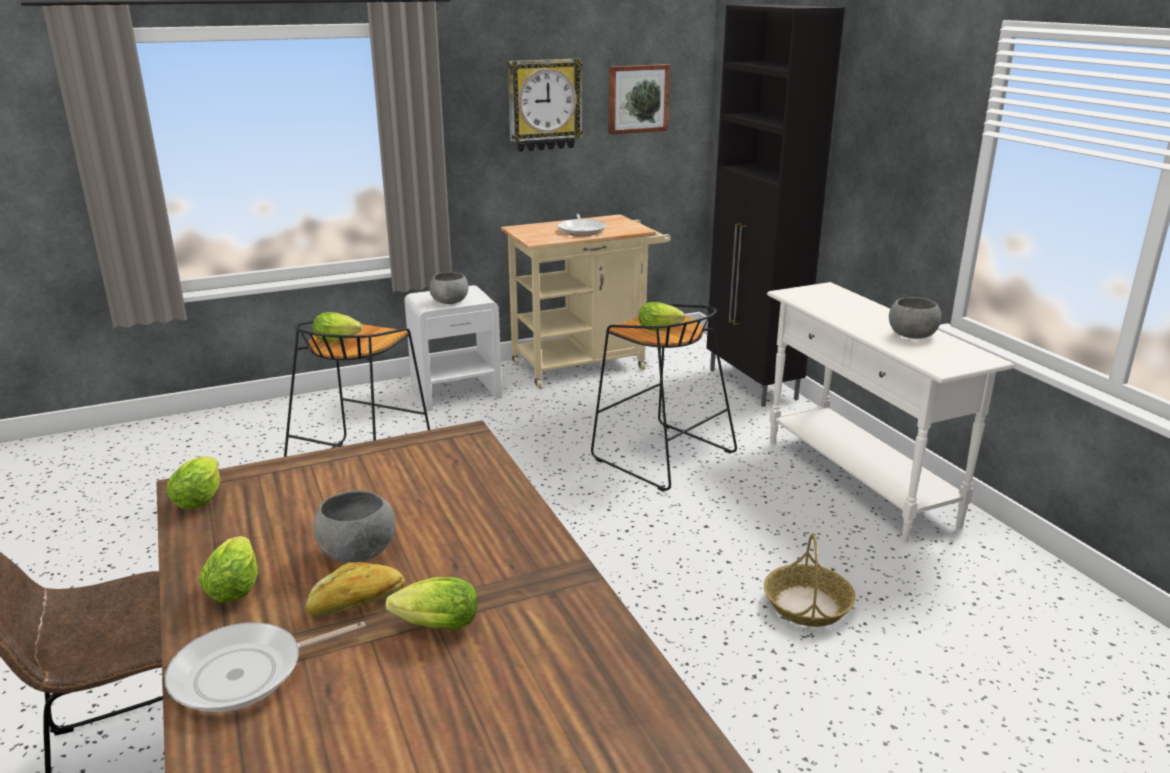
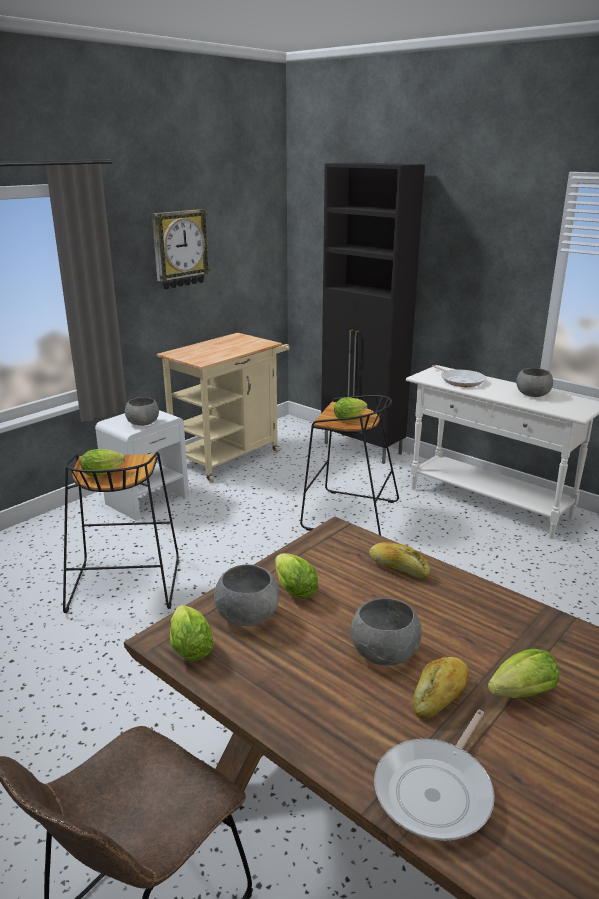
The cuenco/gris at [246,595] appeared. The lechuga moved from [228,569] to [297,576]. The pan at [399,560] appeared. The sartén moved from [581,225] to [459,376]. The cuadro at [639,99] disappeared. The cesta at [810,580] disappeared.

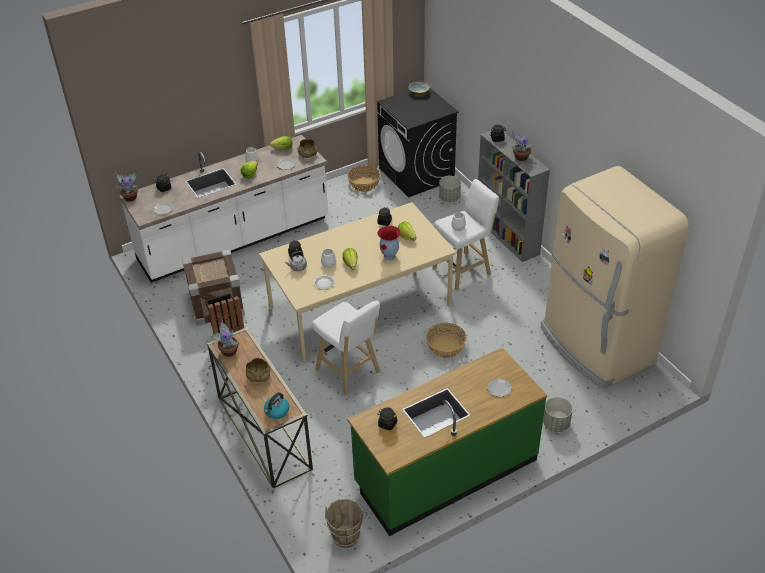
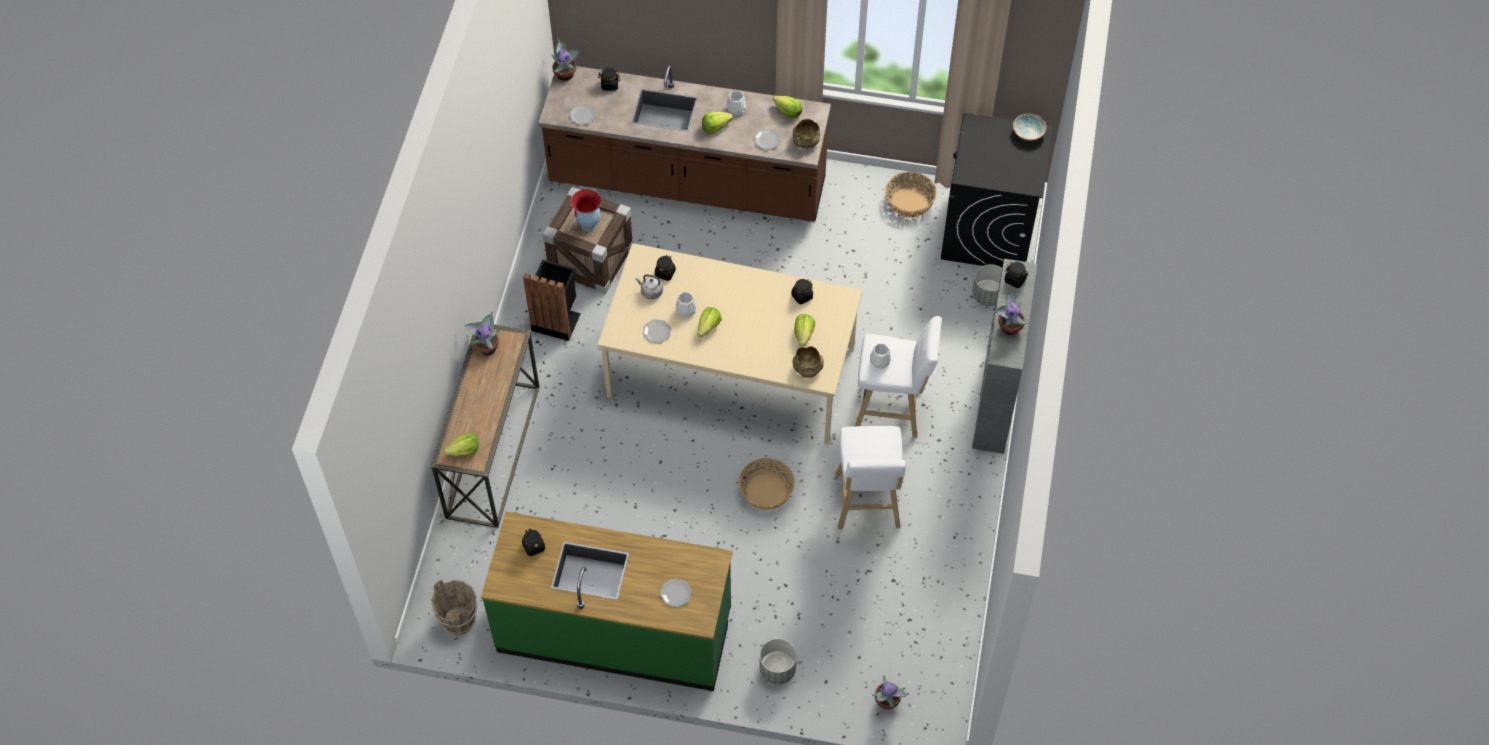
The hervidor at [276,405] was replaced by the lechuga at [461,444]. The mueble bajo de cocina/blanco at [223,209] became the mueble bajo de cocina/marrón at [684,143]. The florero moved from [389,243] to [586,210]. The cuenco/beis moved from [258,370] to [808,362]. The taburete/blanco moved from [346,348] to [870,477]. The planta en maceta at [890,692] appeared. The nevera/beis at [614,277] disappeared.

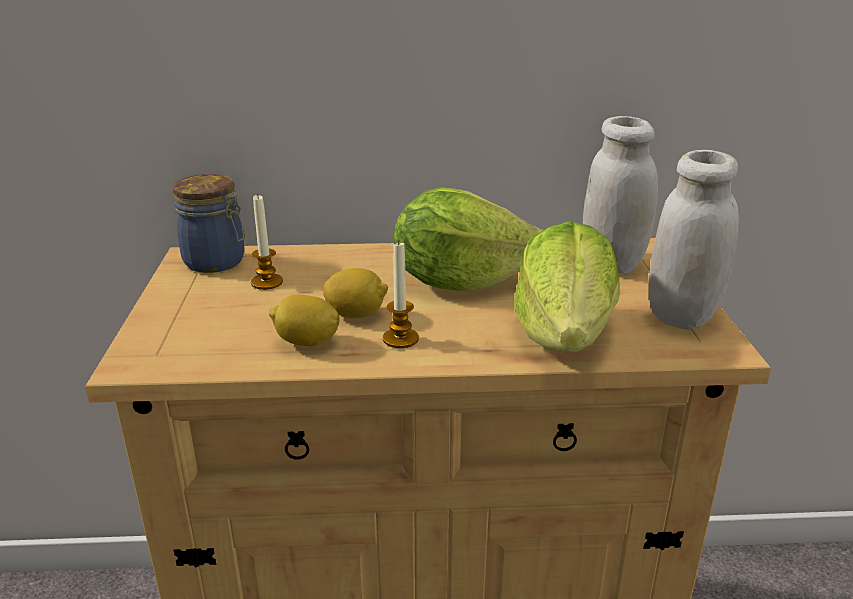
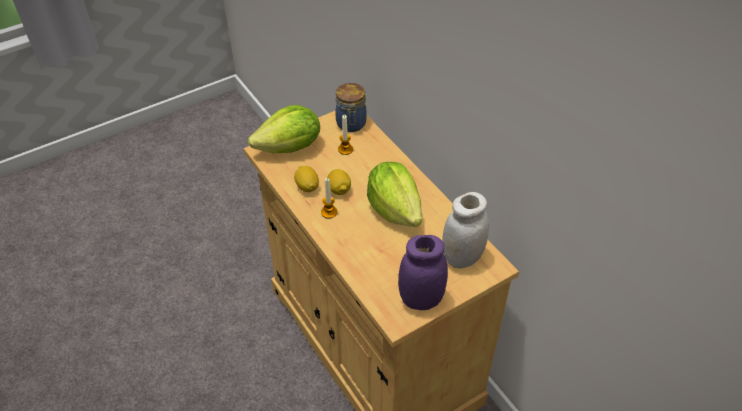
The lechuga moved from [567,286] to [284,129]. The tarro/blanco at [694,240] became the tarro/morado at [423,272].

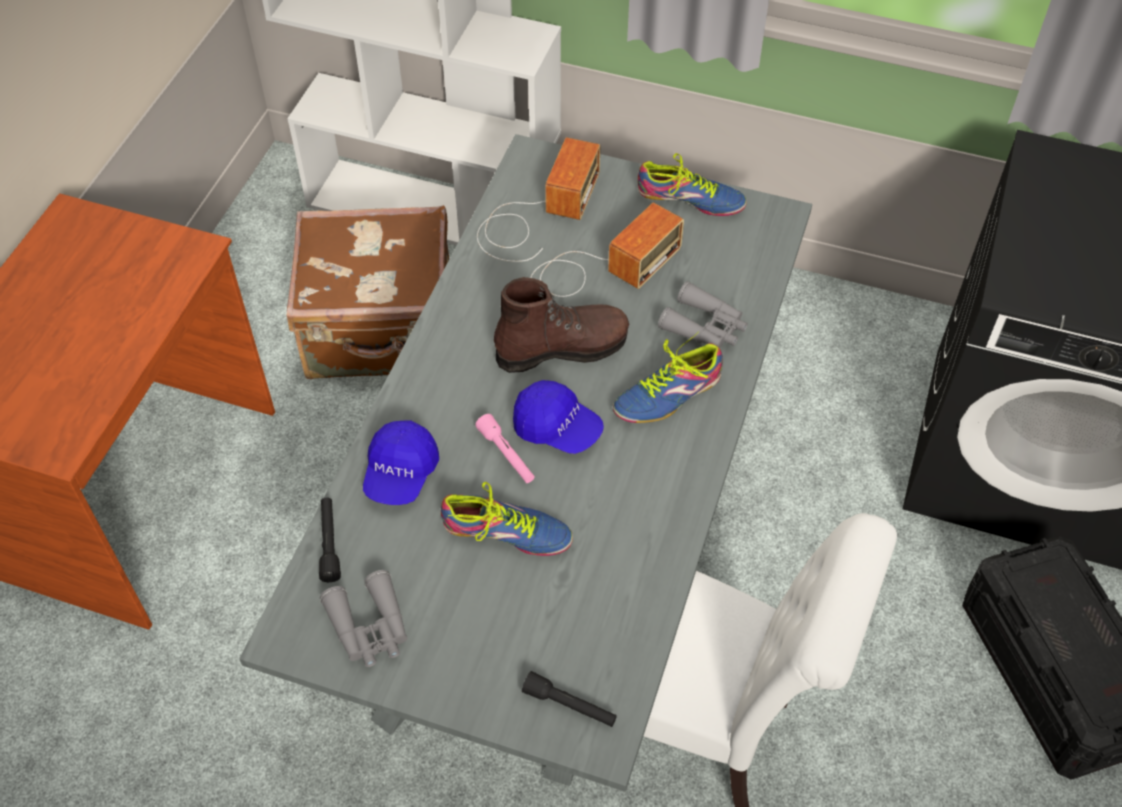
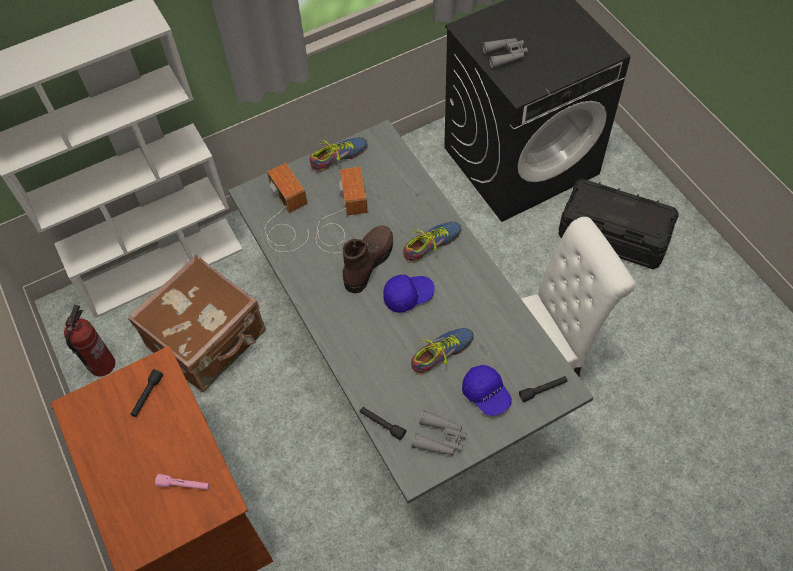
The extintor at [90,341] appeared. The linterna/negro at [147,393] appeared. The linterna/rosa moved from [505,448] to [182,482]. The zapato at [668,377] turned 135 degrees counterclockwise. The gorra/azul moved from [401,462] to [487,390]. The prismáticos/gris moved from [703,315] to [505,53].

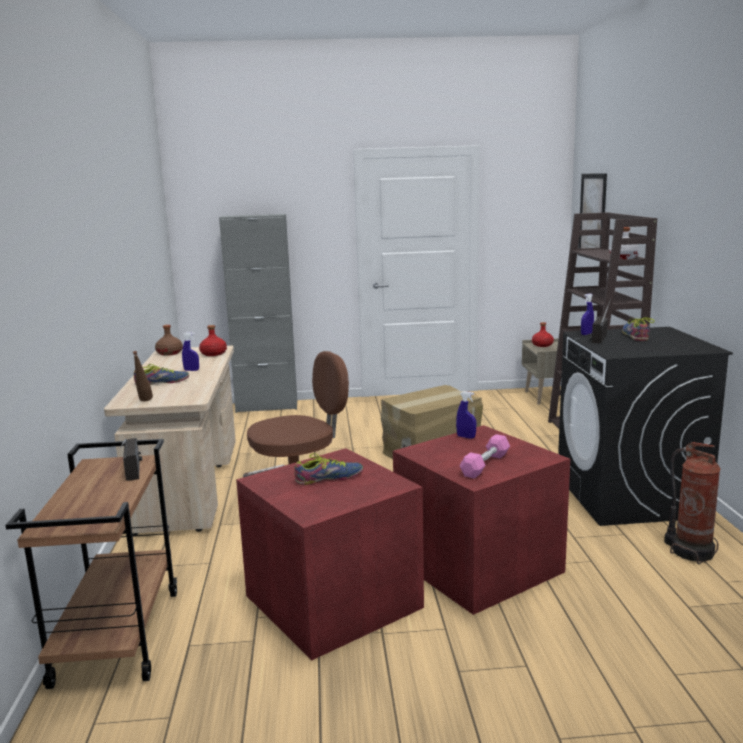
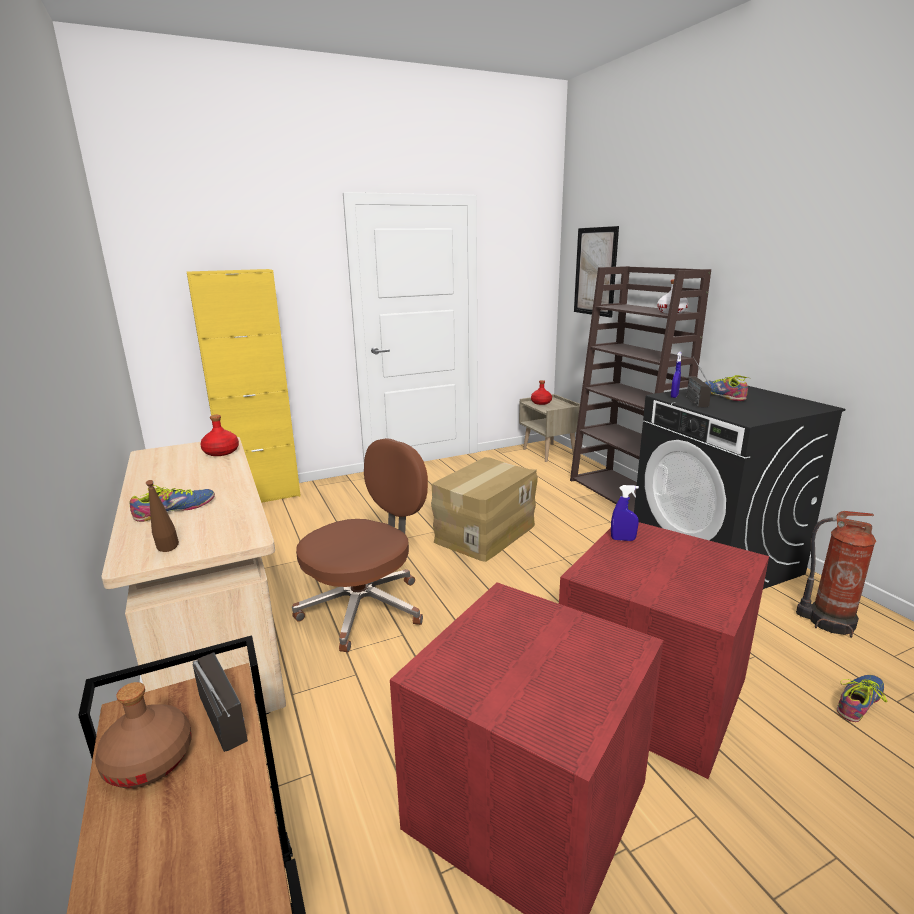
The botella/marrón moved from [169,340] to [143,735]. The armario/gris at [258,313] became the armario/amarillo at [244,386]. The zapato moved from [328,469] to [862,698]. The pulverizador/azul at [190,351] disappeared. The mancuerna/rosa at [485,456] disappeared.

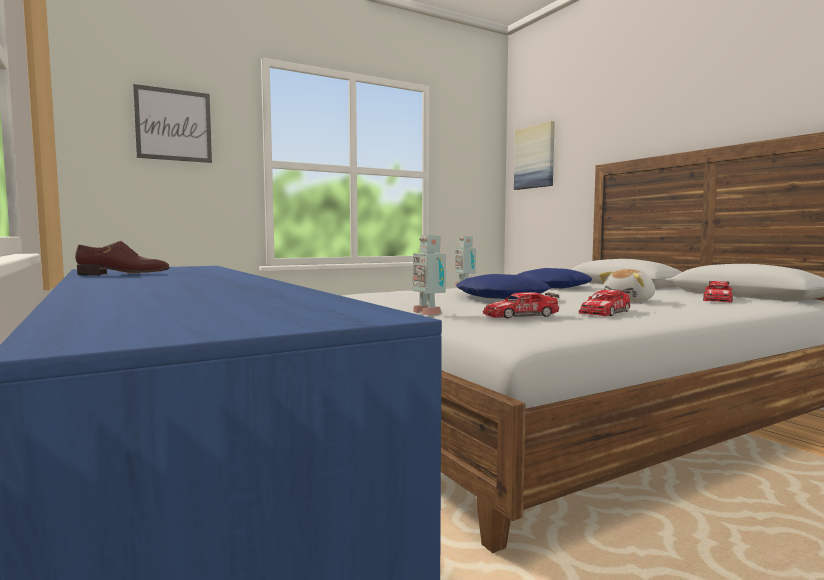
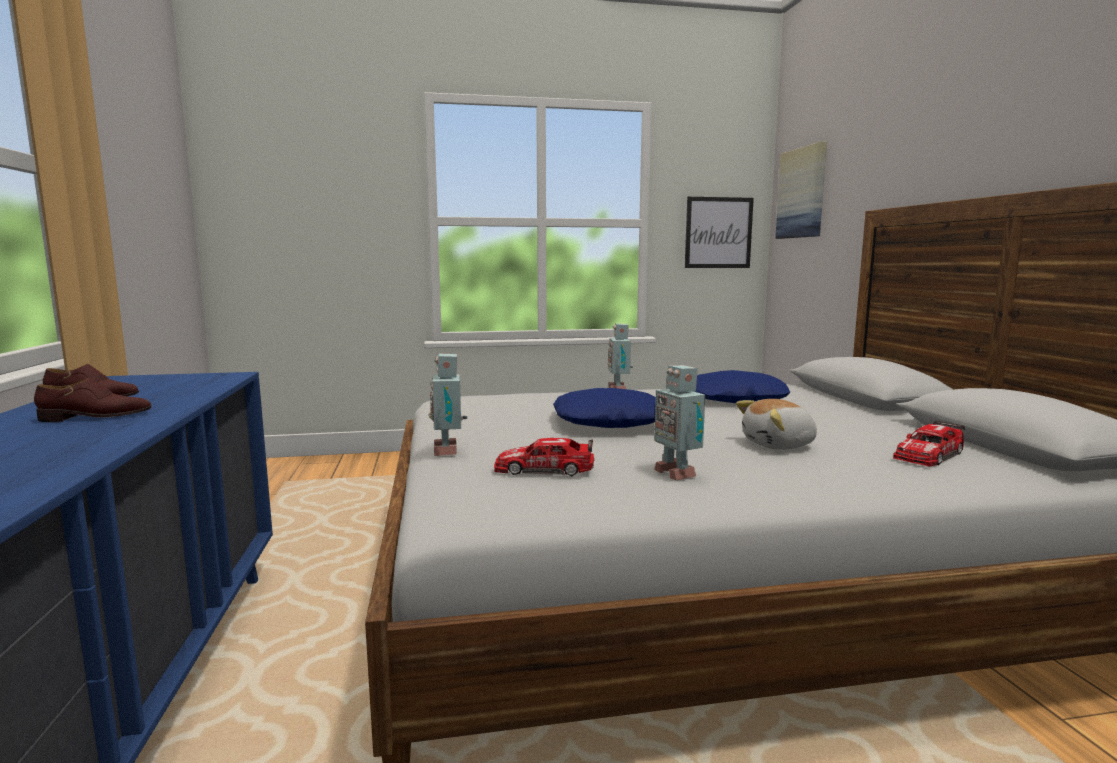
The zapato/marrón at [92,400] appeared. The coche de juguete at [604,302] was replaced by the robot de juguete at [679,423]. The cuadro moved from [172,123] to [719,232].

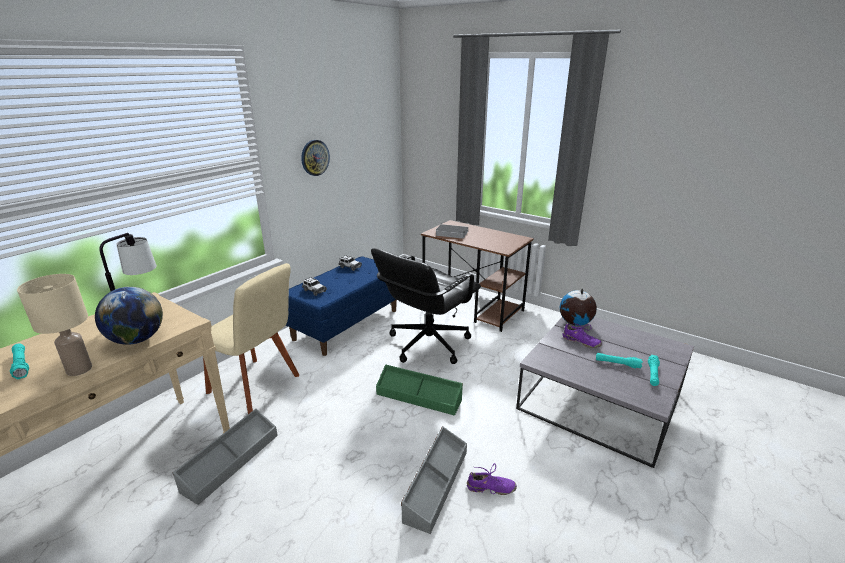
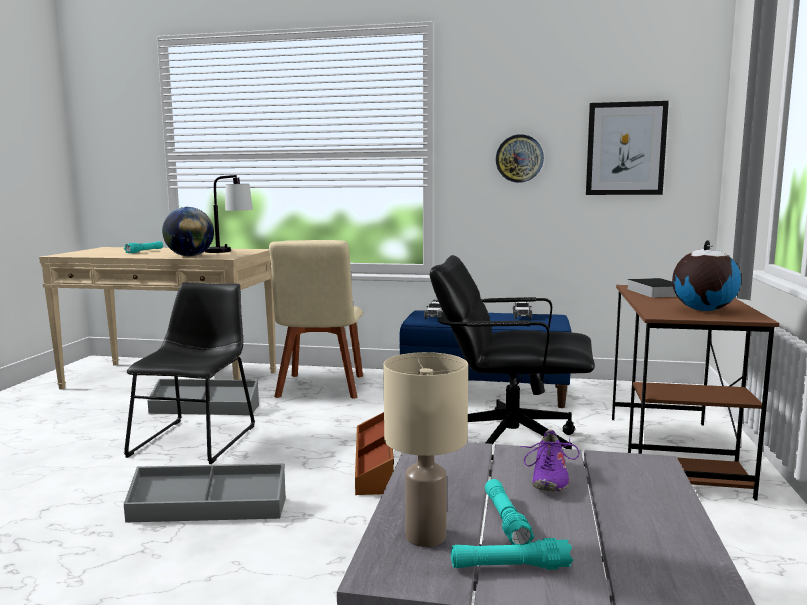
The silla/negro at [189,373] appeared. The caja de almacenaje/verde at [419,390] became the caja de almacenaje/marrón at [374,453]. The lámpara de mesa/beis moved from [54,325] to [425,449]. The cuadro at [627,148] appeared. The globo terráqueo moved from [578,307] to [706,275]. The zapato/morado at [492,479] disappeared.

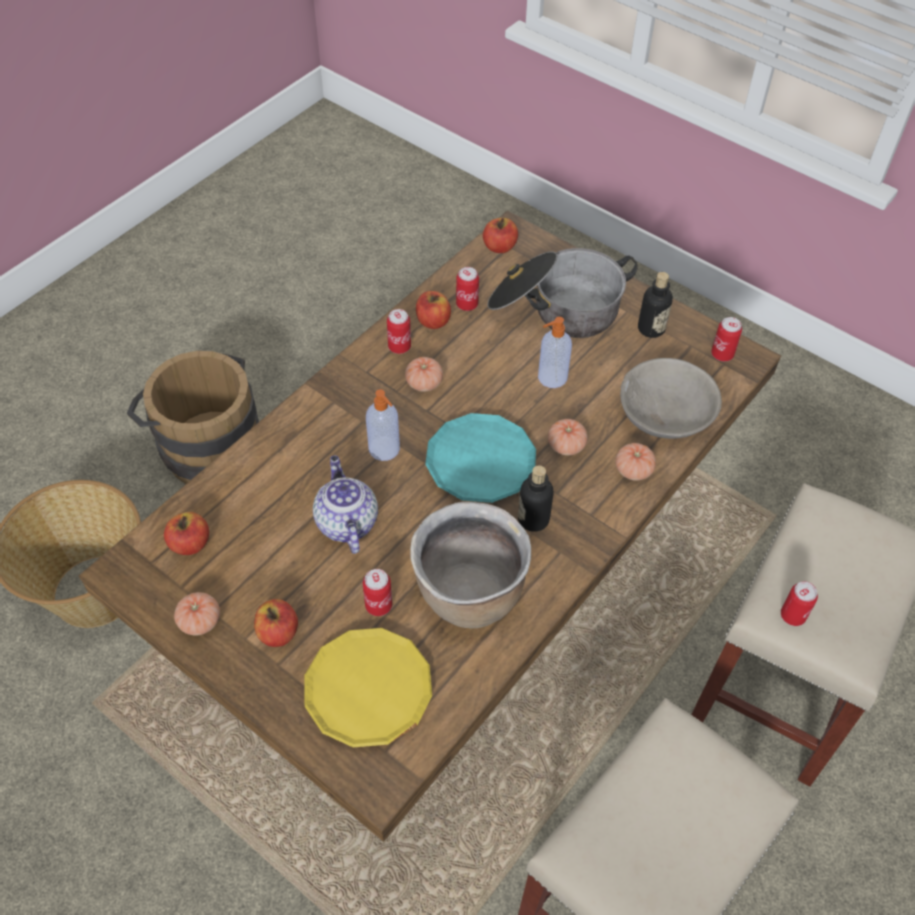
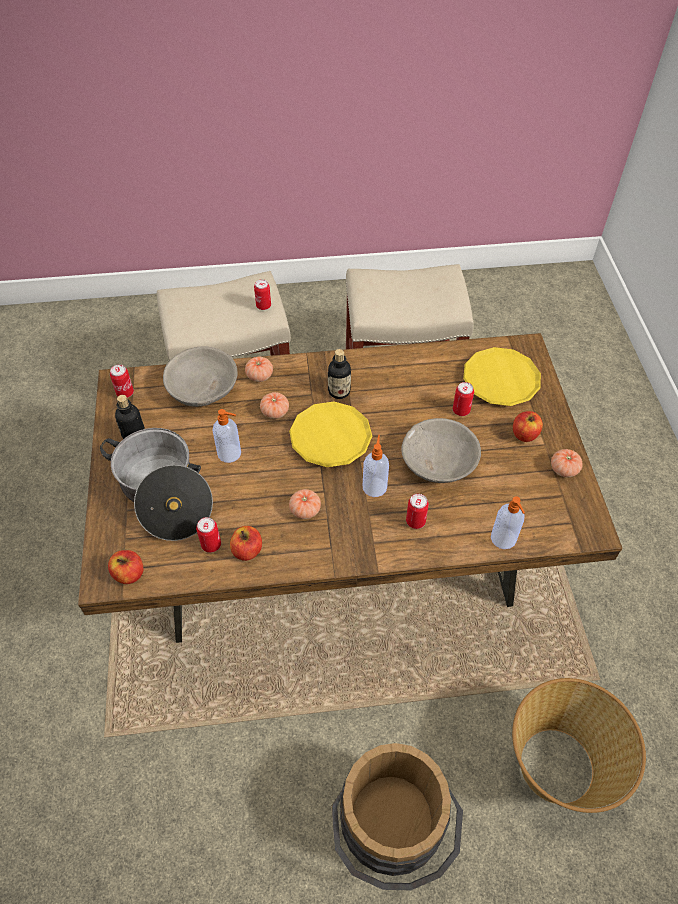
The plato/turquesa at [480,458] became the plato/amarillo at [330,434]. The tetera at [345,505] was replaced by the cuenco/gris at [441,450]. The lata moved from [399,331] to [417,511]. The dispensador de jabón at [508,522] appeared. The manzana at [186,533] disappeared. The olla/marrón at [470,565] disappeared.

